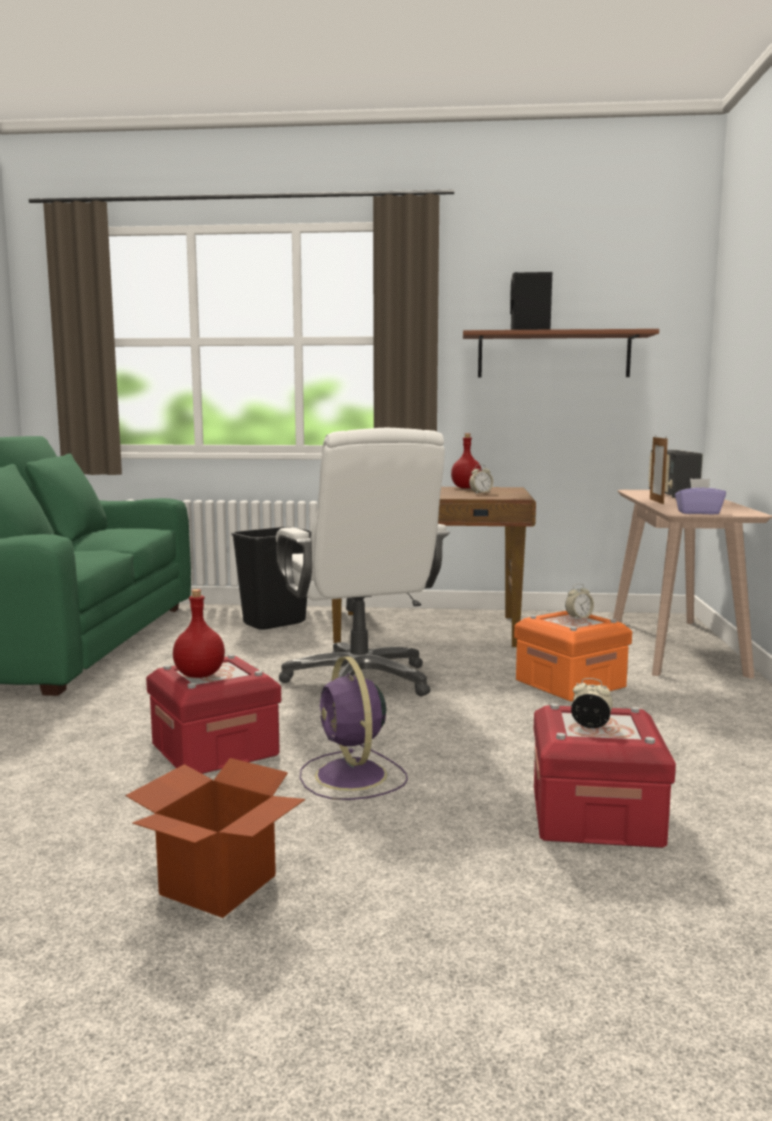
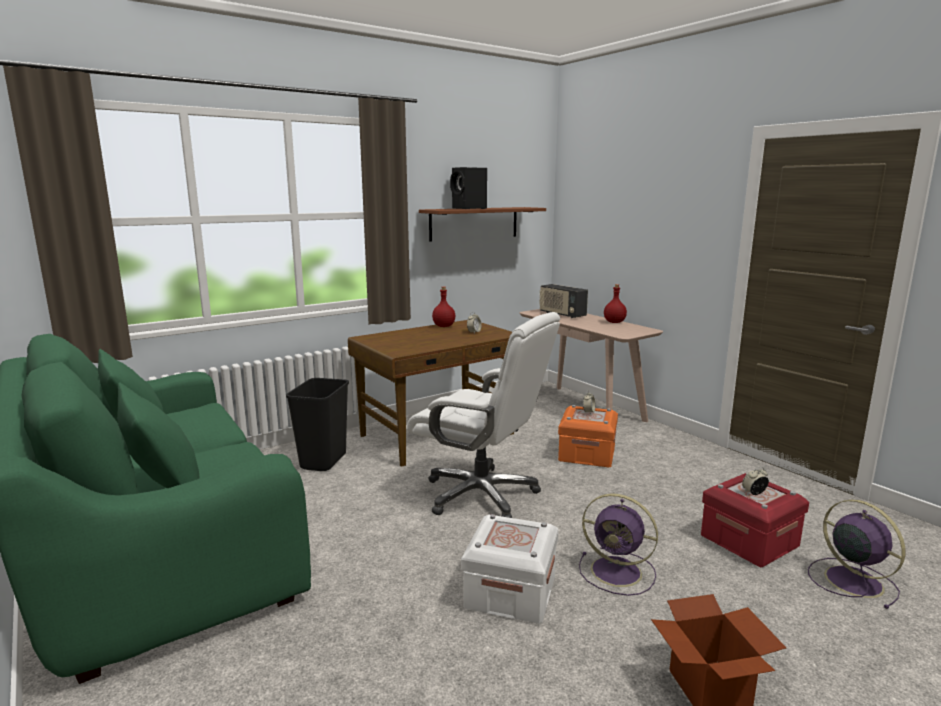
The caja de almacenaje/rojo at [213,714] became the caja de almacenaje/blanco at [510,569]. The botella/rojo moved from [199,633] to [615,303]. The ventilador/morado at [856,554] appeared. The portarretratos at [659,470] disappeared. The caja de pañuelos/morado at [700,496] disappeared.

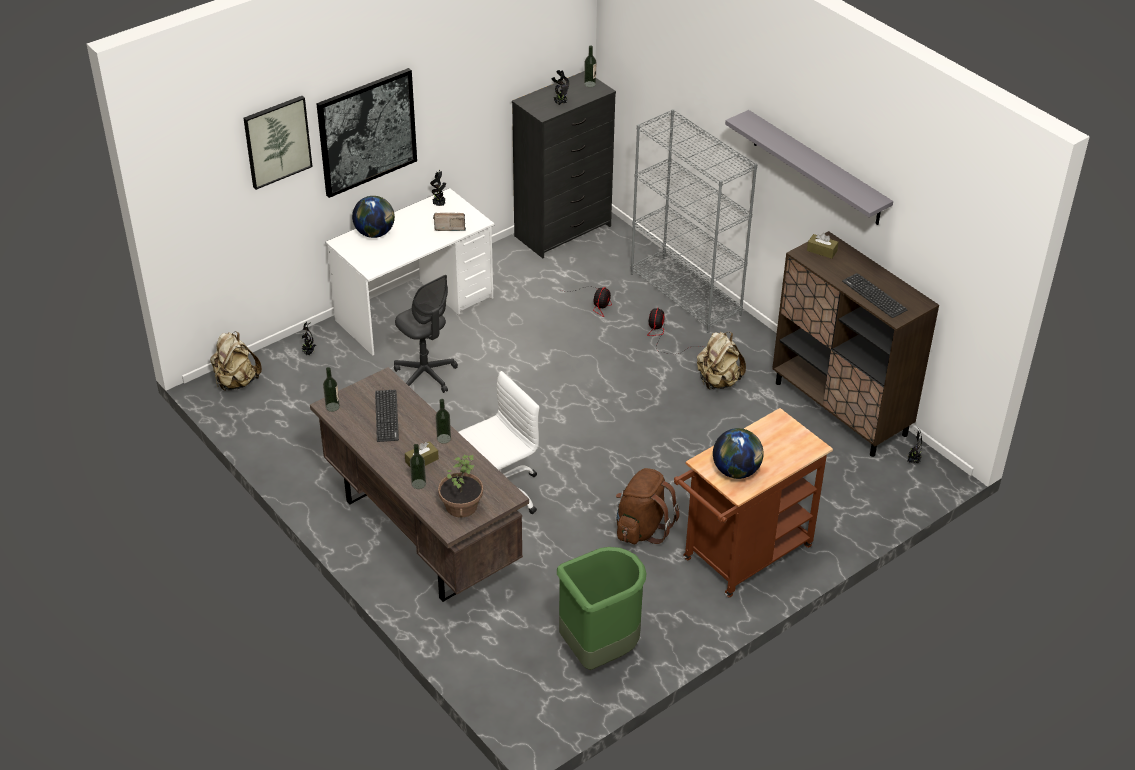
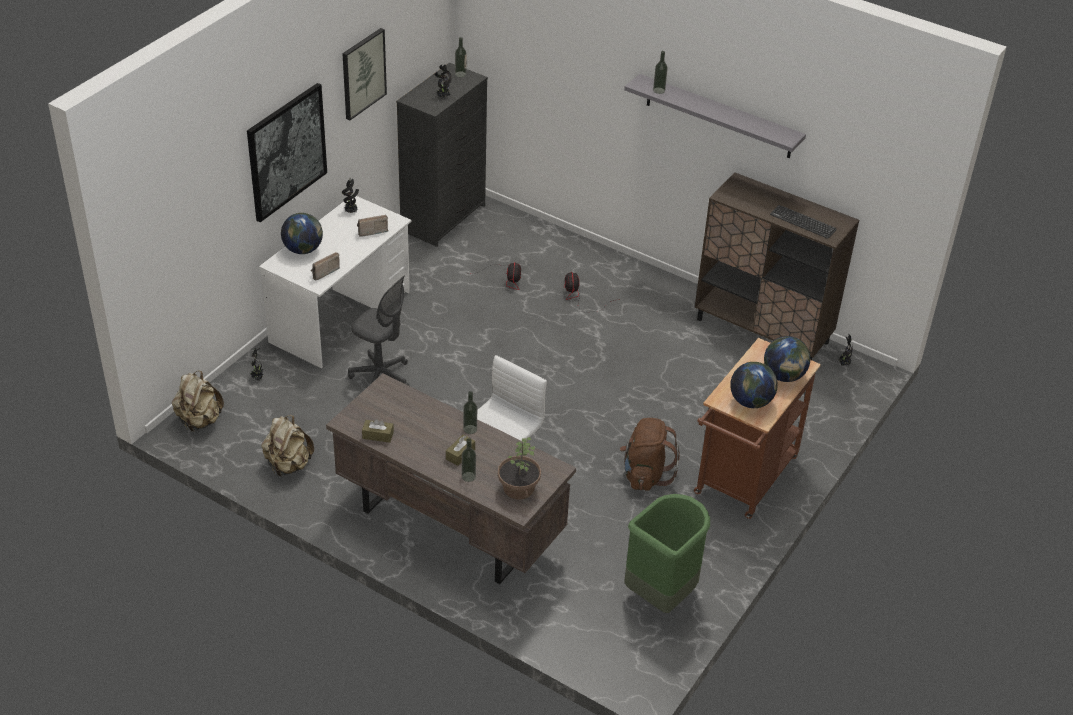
The mochila/beis moved from [721,360] to [287,446]. The radio at [325,266] appeared. The cuadro moved from [278,143] to [364,74]. The caja de pañuelos/marrón moved from [823,246] to [378,431]. The botella moved from [331,389] to [660,72]. The globo terráqueo at [787,359] appeared. The teclado at [387,415] disappeared. The estantería/gris at [694,221] disappeared.

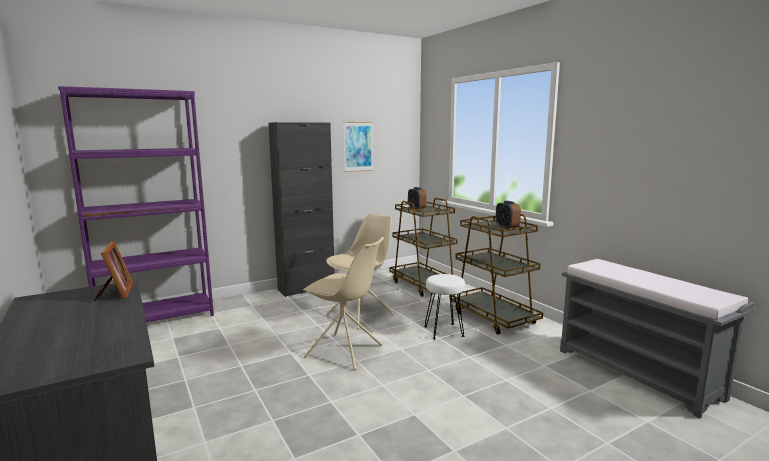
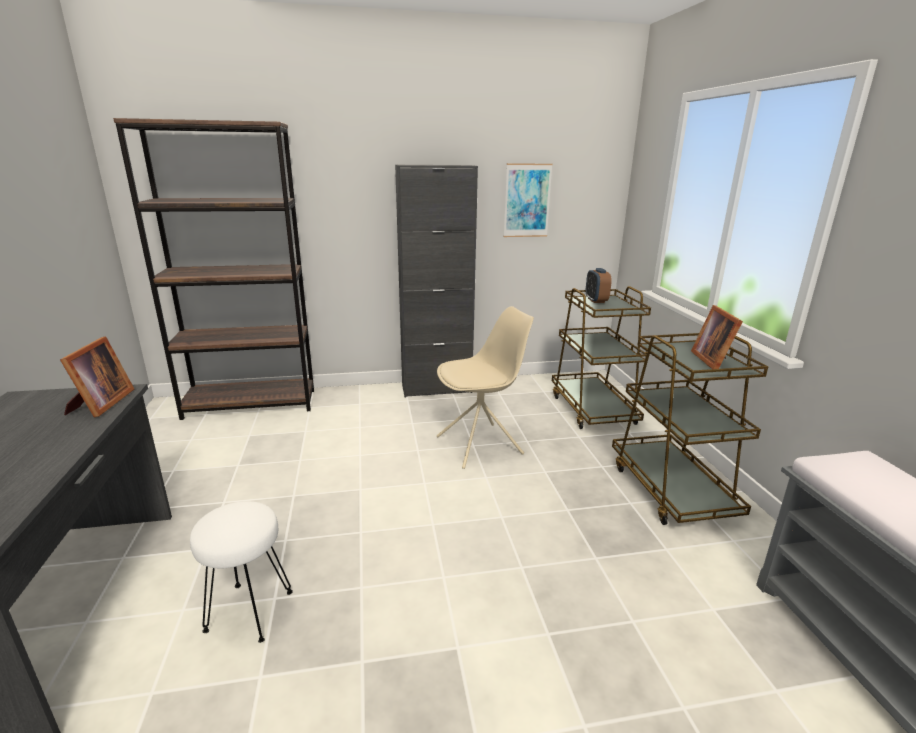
The estantería/morado at [136,204] became the estantería/marrón at [213,269]. The taburete/blanco moved from [444,306] to [241,572]. The despertador at [508,215] was replaced by the portarretratos at [717,337]. The silla/beis at [343,303] disappeared.

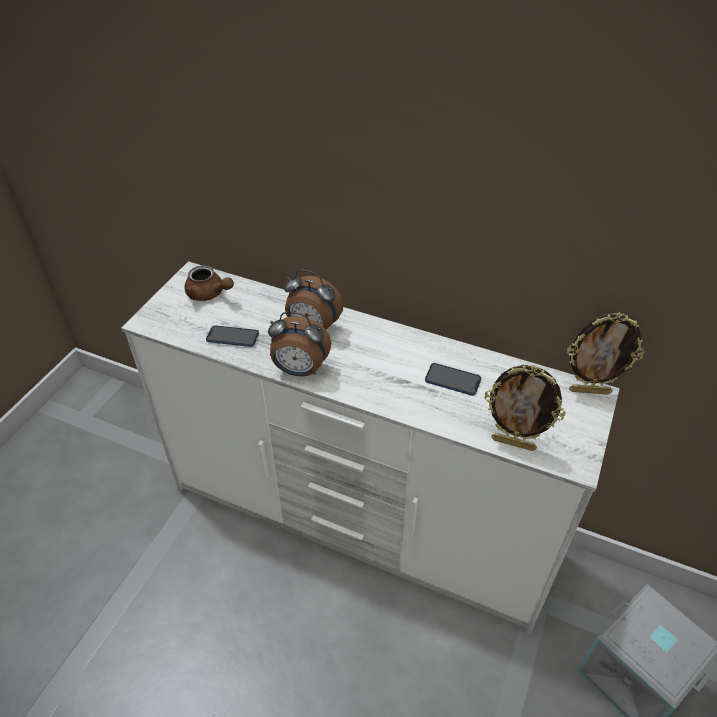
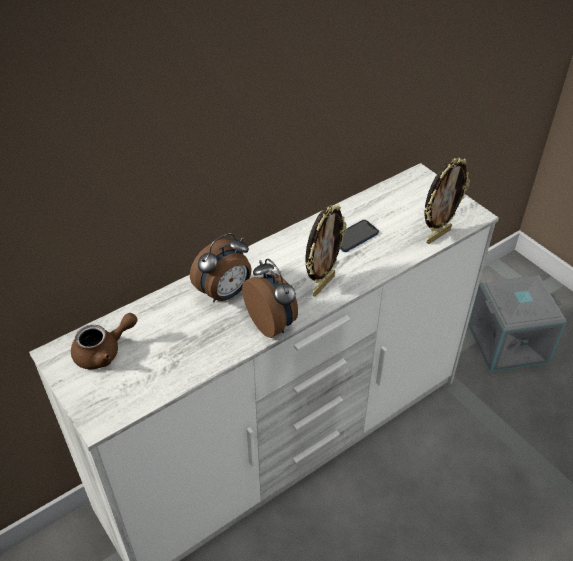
The despertador at [299,344] turned 75 degrees counterclockwise. The portarretratos moved from [605,353] to [326,250]. The móvil at [232,336] disappeared.

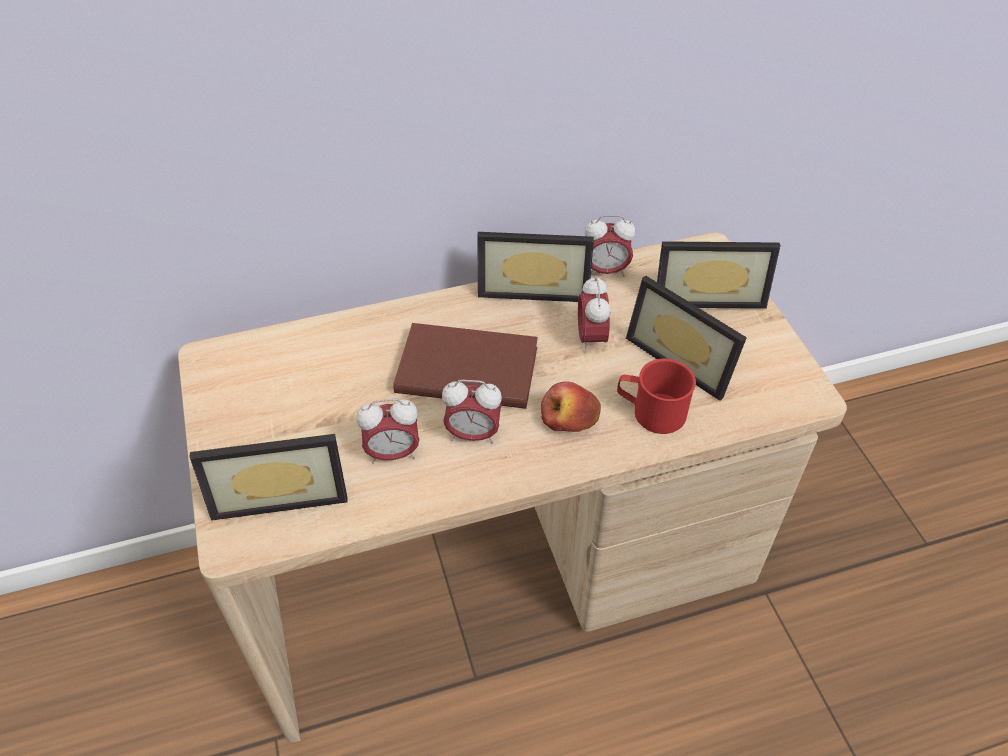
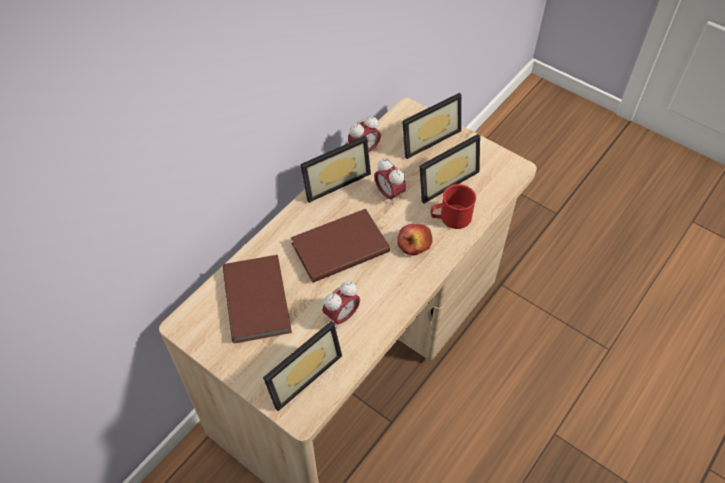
The libro/marrón at [257,299] appeared. The portarretratos at [686,338] turned 45 degrees counterclockwise. The despertador at [472,412] disappeared.

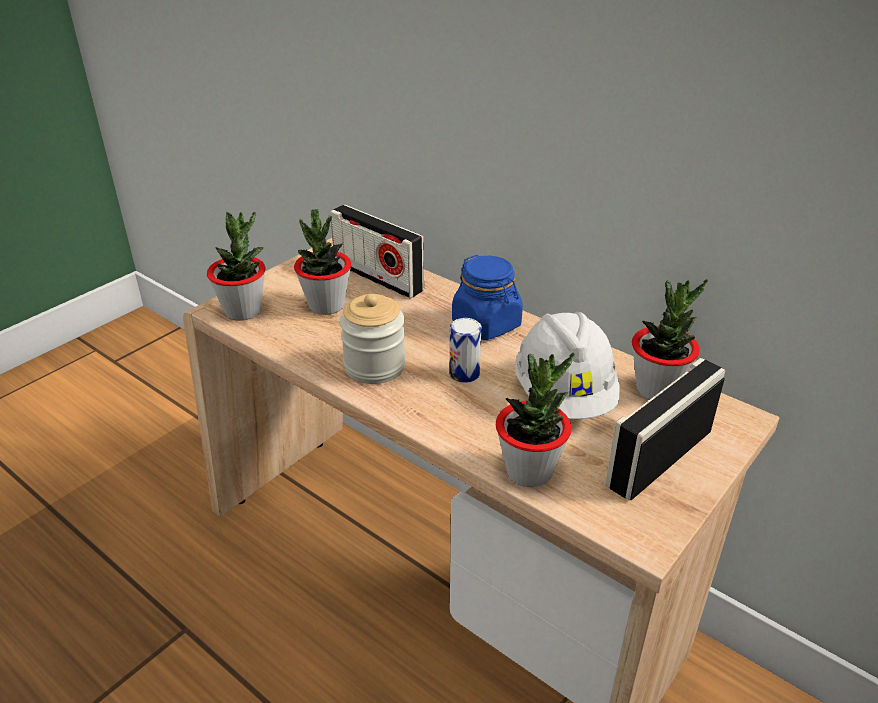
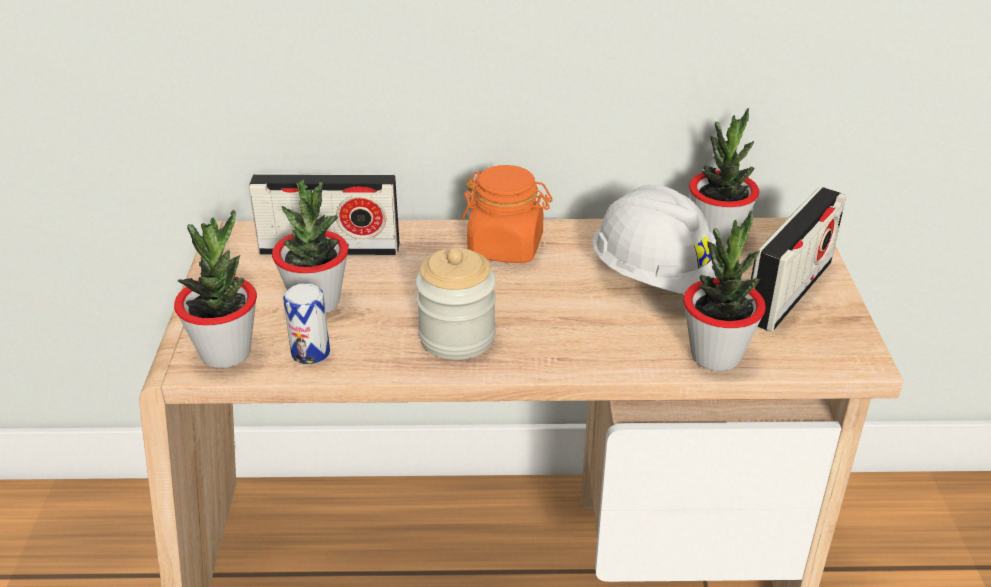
The lata moved from [465,350] to [306,323]. The tarro/azul at [487,297] became the tarro/naranja at [507,214]. The radio at [665,429] turned 150 degrees counterclockwise.

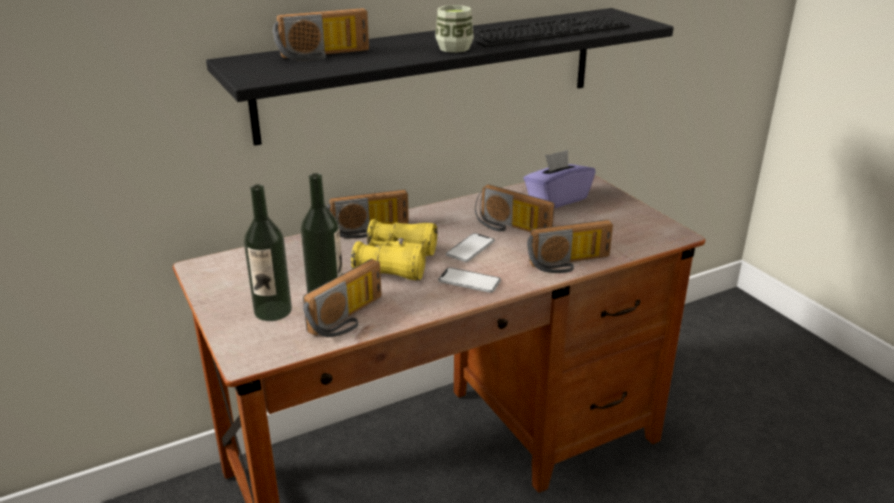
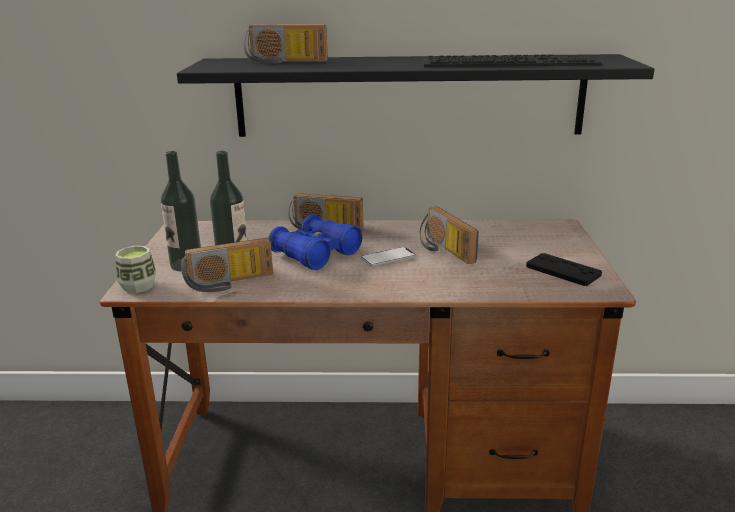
The taza moved from [454,29] to [135,269]. The prismáticos/amarillo at [394,250] became the prismáticos/azul at [315,242]. The mando de consola/negro at [564,269] appeared. The móvil at [469,280] disappeared. The caja de pañuelos/morado at [559,179] disappeared. The radio at [570,246] disappeared.

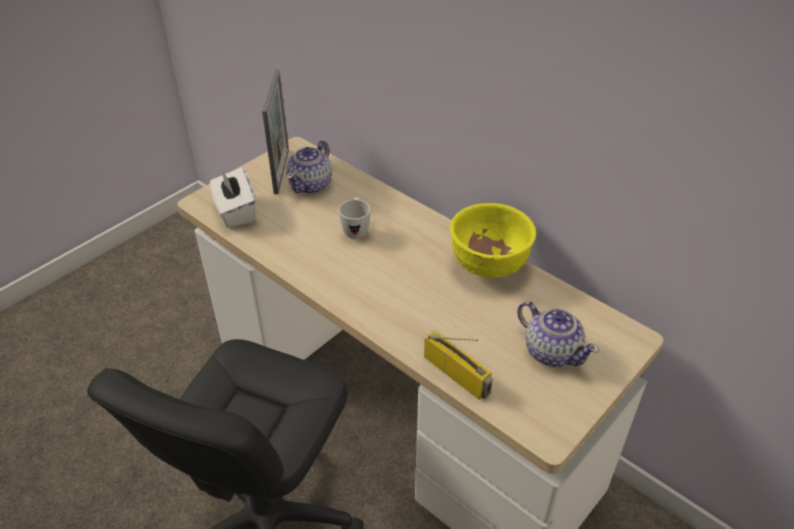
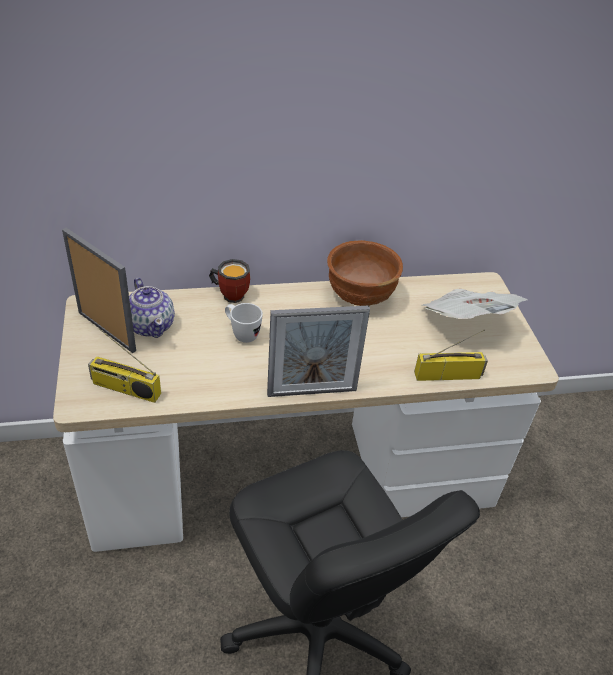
The caja de pañuelos/blanco at [233,197] was replaced by the radio at [124,366]. The taza grande at [229,281] appeared. The portarretratos at [318,351] appeared. The cuenco/amarillo at [493,240] became the cuenco/marrón at [365,273]. The tetera at [558,334] was replaced by the periódico at [475,303].

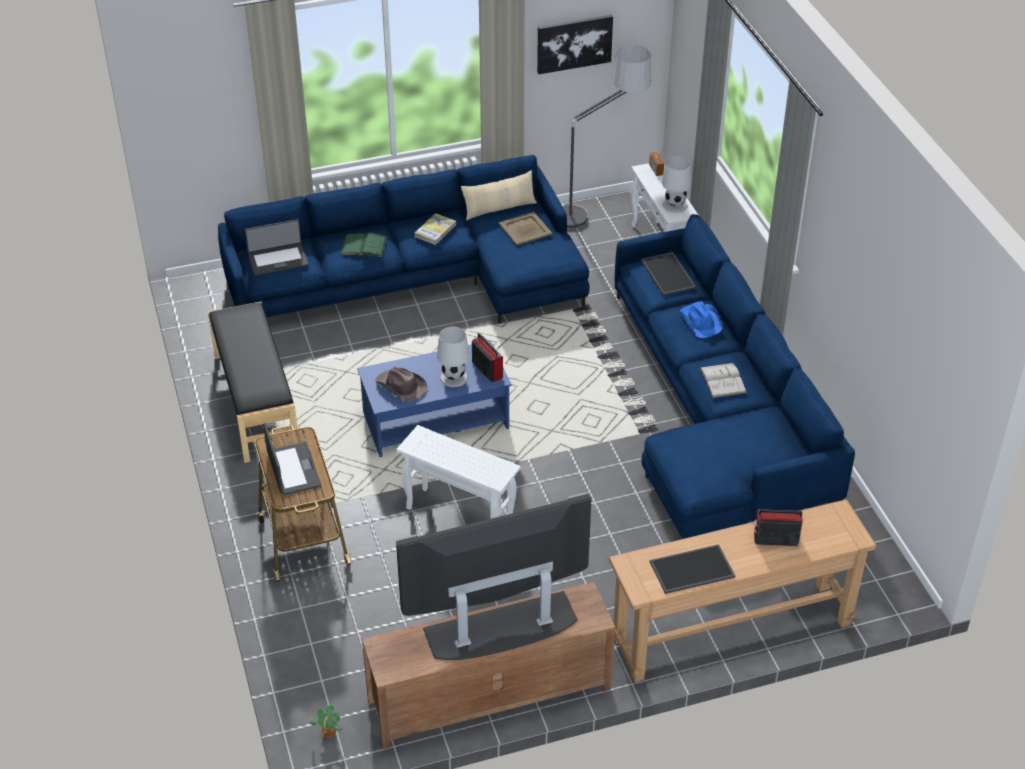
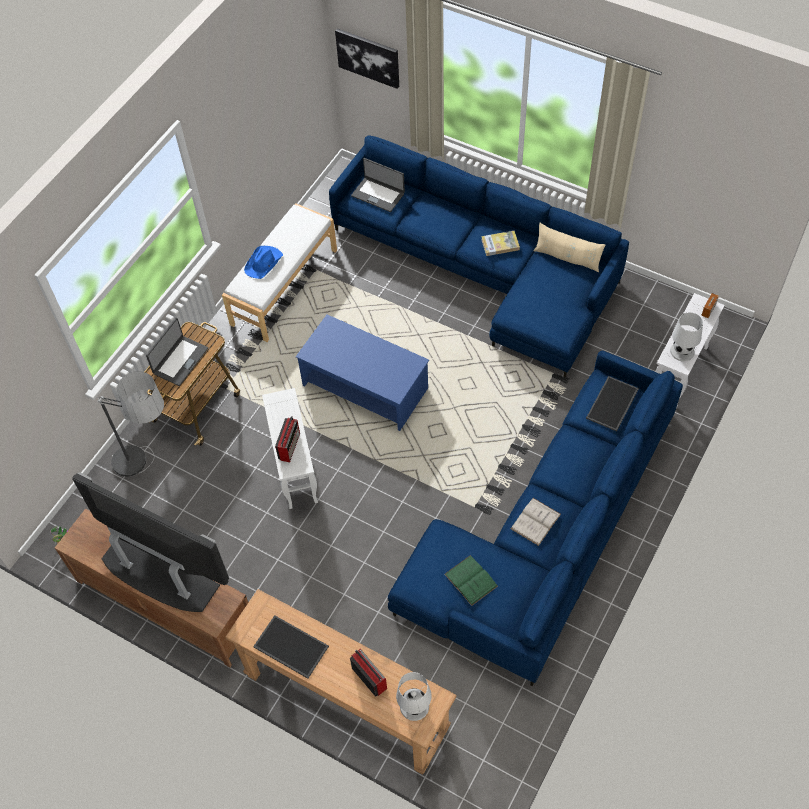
The lámpara de pie moved from [606,137] to [130,424]. The banco/negro at [253,382] became the banco/blanco at [279,272]. The sombrero/azul moved from [701,319] to [263,262]. The radio moved from [487,357] to [287,439]. The cuadro moved from [575,44] to [367,58]. The lámpara de mesa/blanco moved from [453,357] to [414,696]. The libro/verde moved from [364,244] to [471,580]. The sombrero/marrón at [401,384] disappeared. The bandeja/beis at [525,229] disappeared.

